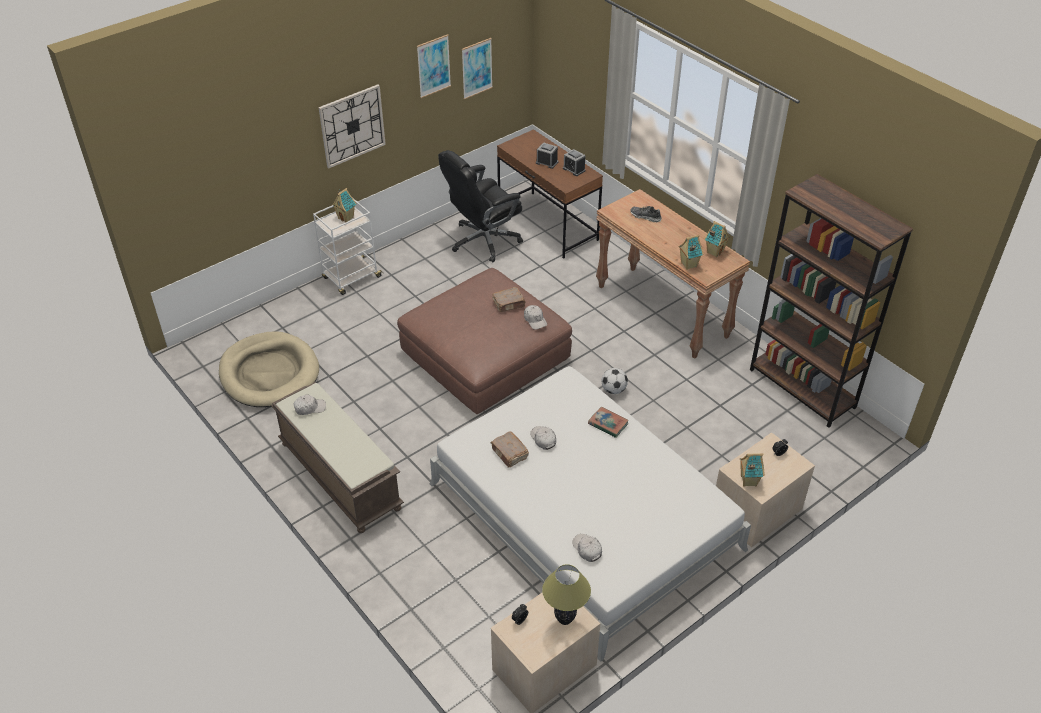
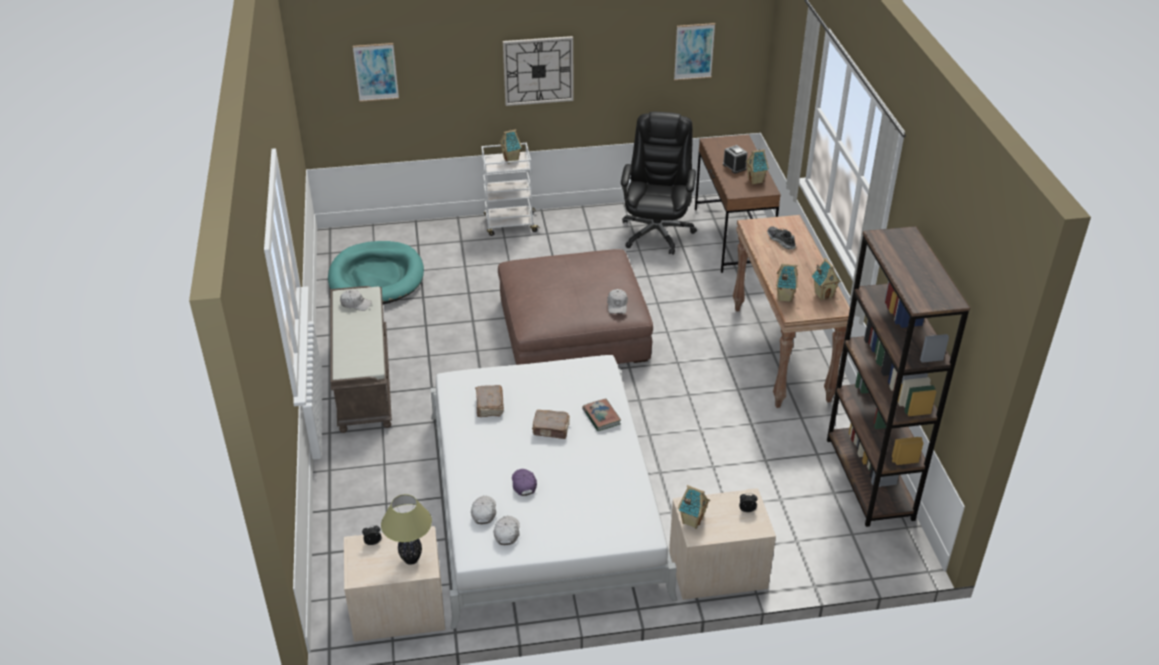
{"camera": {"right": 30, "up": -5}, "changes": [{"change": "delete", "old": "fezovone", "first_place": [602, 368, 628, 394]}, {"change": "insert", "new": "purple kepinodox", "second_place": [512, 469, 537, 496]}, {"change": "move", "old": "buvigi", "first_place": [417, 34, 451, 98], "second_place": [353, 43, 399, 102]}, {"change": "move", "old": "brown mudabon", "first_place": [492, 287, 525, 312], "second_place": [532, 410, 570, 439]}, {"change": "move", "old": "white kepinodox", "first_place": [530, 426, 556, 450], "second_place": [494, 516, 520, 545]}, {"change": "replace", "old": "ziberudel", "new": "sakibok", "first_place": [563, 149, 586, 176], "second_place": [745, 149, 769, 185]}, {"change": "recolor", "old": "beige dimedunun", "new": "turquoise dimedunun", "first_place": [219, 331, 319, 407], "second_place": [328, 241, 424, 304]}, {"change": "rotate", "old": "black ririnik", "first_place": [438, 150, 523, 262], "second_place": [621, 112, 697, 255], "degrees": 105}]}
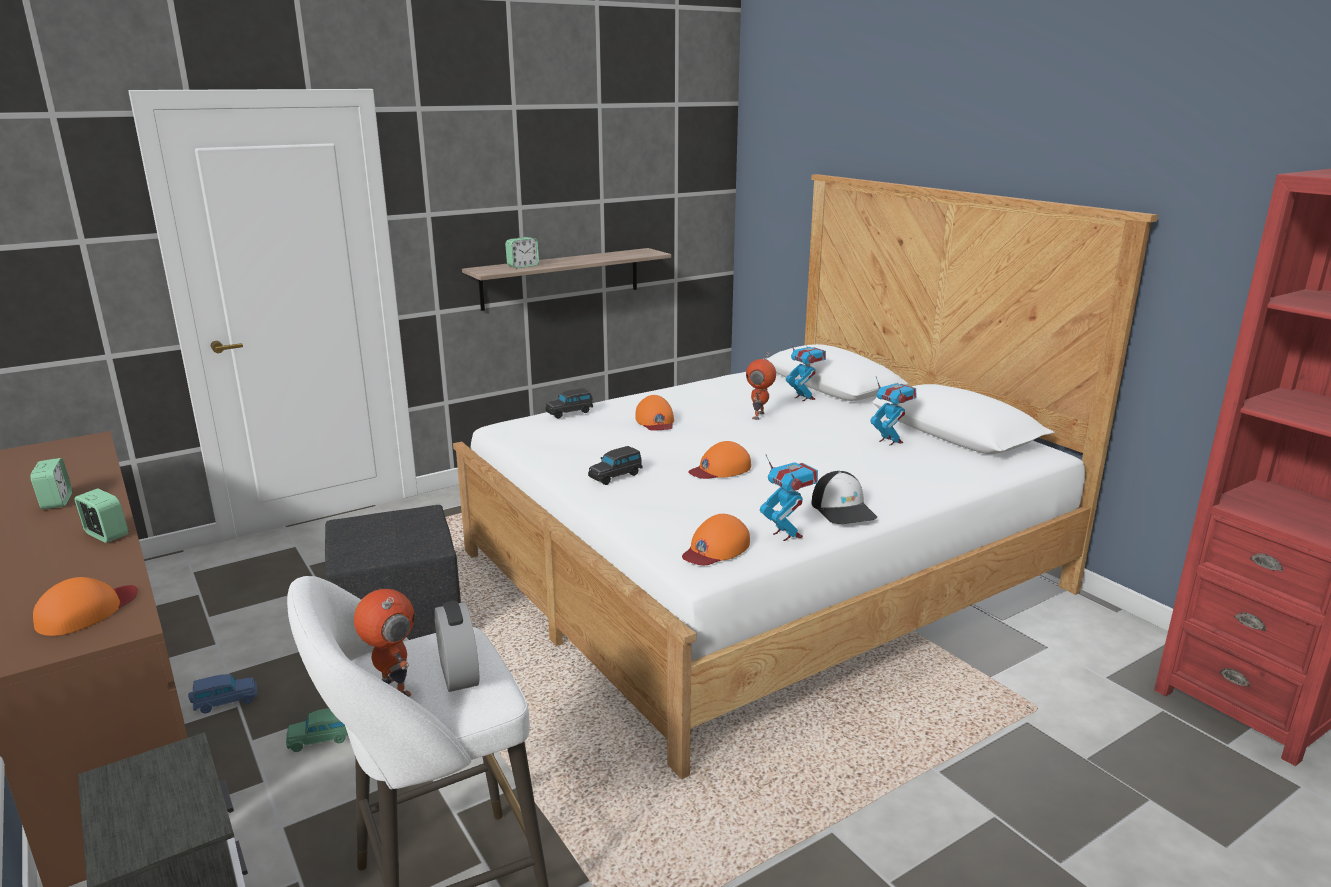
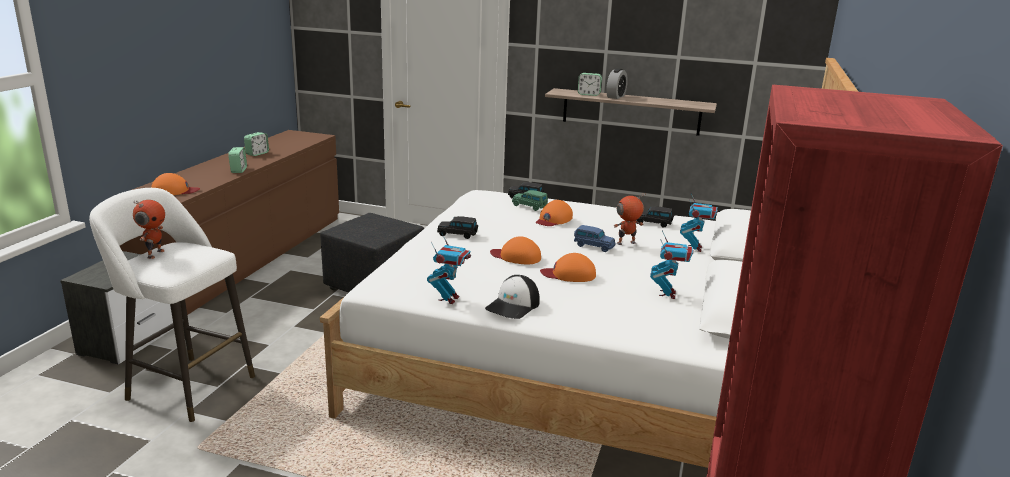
{"camera": {"right": 50, "up": 0}, "changes": [{"change": "insert", "new": "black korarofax", "second_place": [635, 206, 674, 227]}, {"change": "move", "old": "blue korarofax", "first_place": [188, 674, 257, 713], "second_place": [574, 225, 616, 252]}, {"change": "move", "old": "green korarofax", "first_place": [286, 708, 348, 752], "second_place": [512, 190, 548, 211]}, {"change": "move", "old": "ziberudel", "first_place": [434, 601, 479, 692], "second_place": [606, 68, 628, 99]}, {"change": "move", "old": "orange kepinodox", "first_place": [682, 514, 750, 565], "second_place": [540, 253, 596, 282]}]}
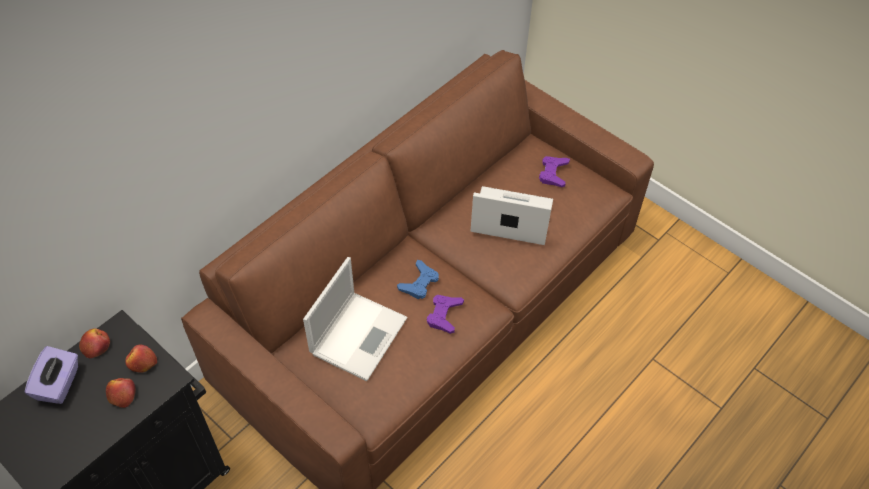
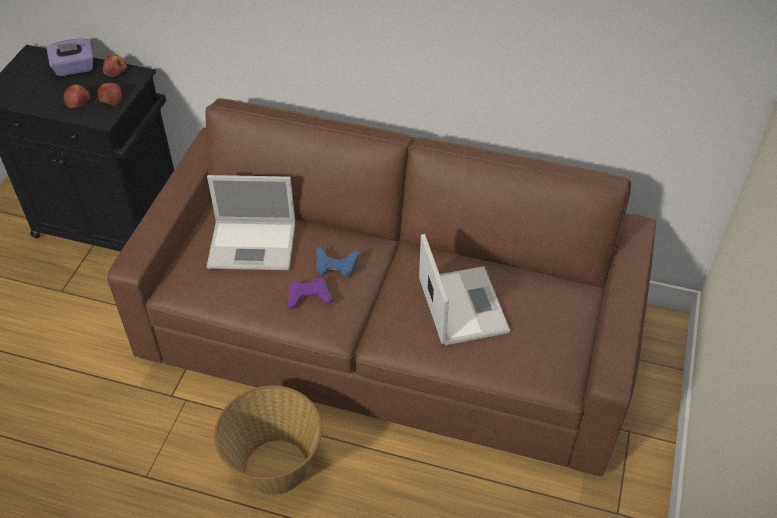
{"camera": {"right": 65, "up": -5}, "changes": [{"change": "delete", "old": "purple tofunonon", "first_place": [539, 156, 570, 187]}, {"change": "insert", "new": "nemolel", "second_place": [214, 385, 322, 495]}]}
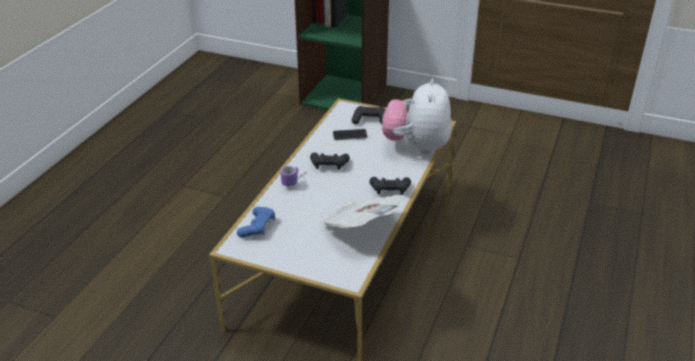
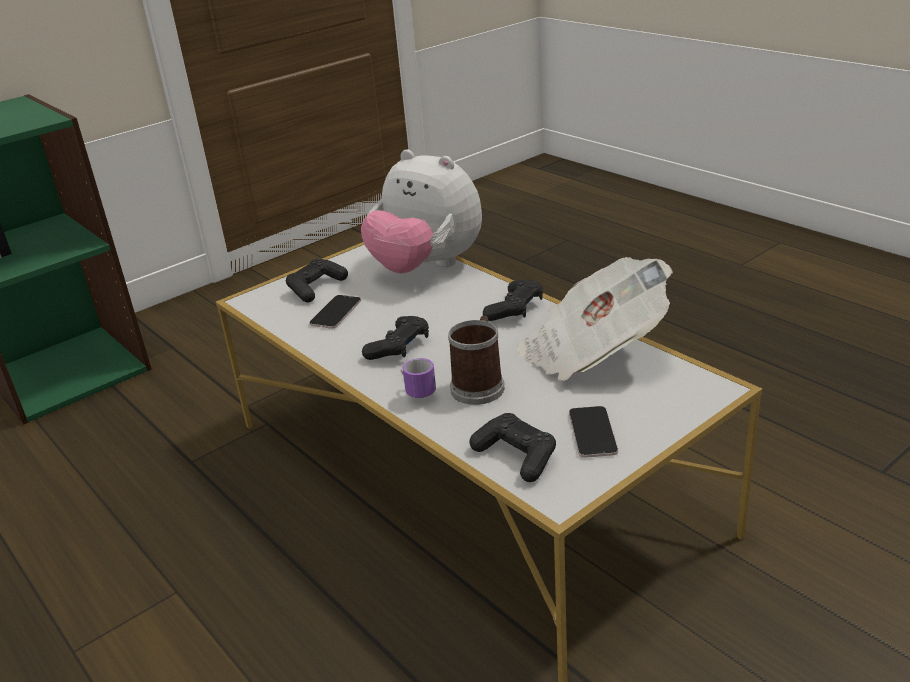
{"camera": {"right": -60, "up": -5}, "changes": [{"change": "insert", "new": "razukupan", "second_place": [448, 315, 504, 405]}, {"change": "insert", "new": "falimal", "second_place": [569, 406, 618, 458]}, {"change": "recolor", "old": "blue tofunonon", "new": "black tofunonon", "first_place": [237, 207, 275, 237], "second_place": [469, 413, 556, 482]}]}
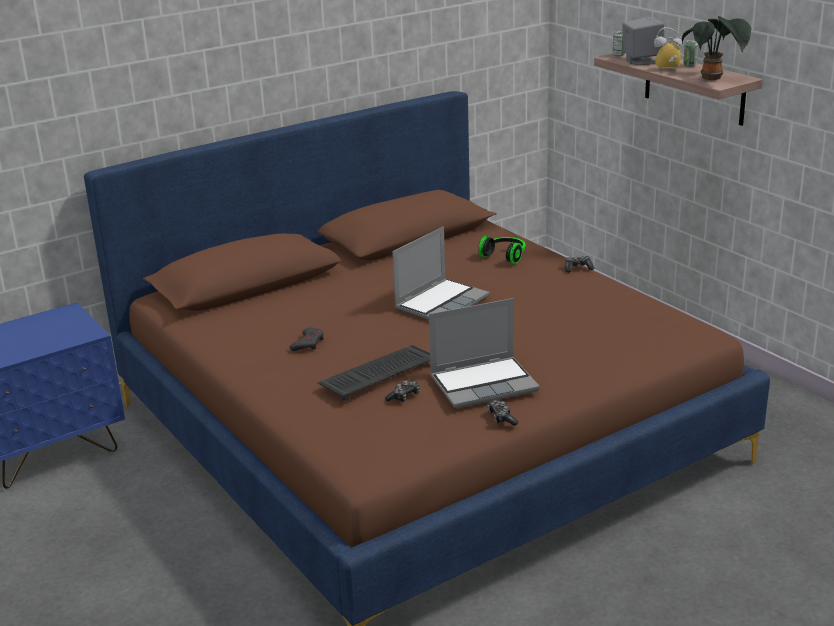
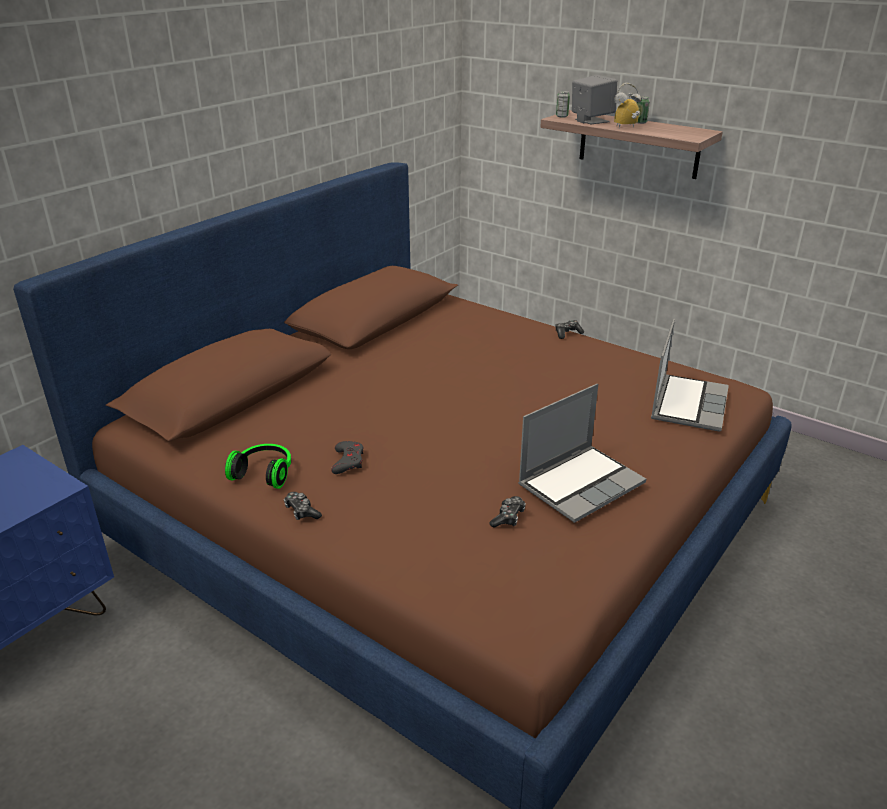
{"camera": {"right": -20, "up": 5}, "changes": [{"change": "delete", "old": "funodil", "first_place": [318, 345, 430, 401]}, {"change": "delete", "old": "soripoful", "first_place": [682, 16, 751, 80]}, {"change": "move", "old": "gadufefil", "first_place": [392, 226, 490, 320], "second_place": [651, 319, 729, 431]}, {"change": "move", "old": "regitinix", "first_place": [478, 236, 526, 264], "second_place": [225, 444, 291, 489]}, {"change": "move", "old": "tofunonon", "first_place": [488, 400, 518, 426], "second_place": [284, 492, 322, 520]}]}
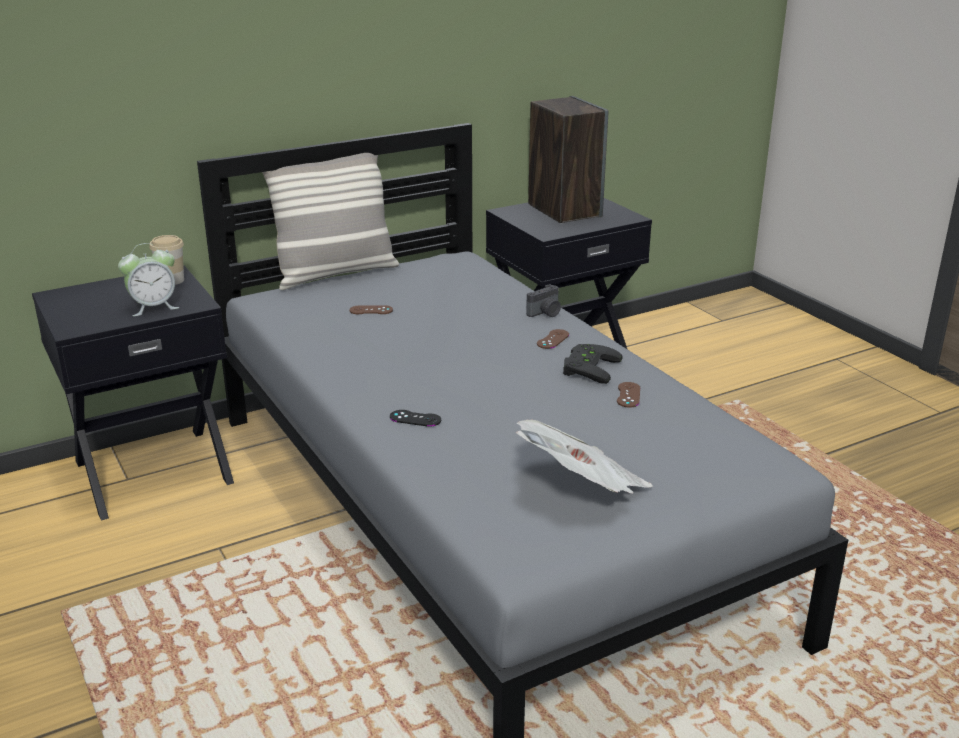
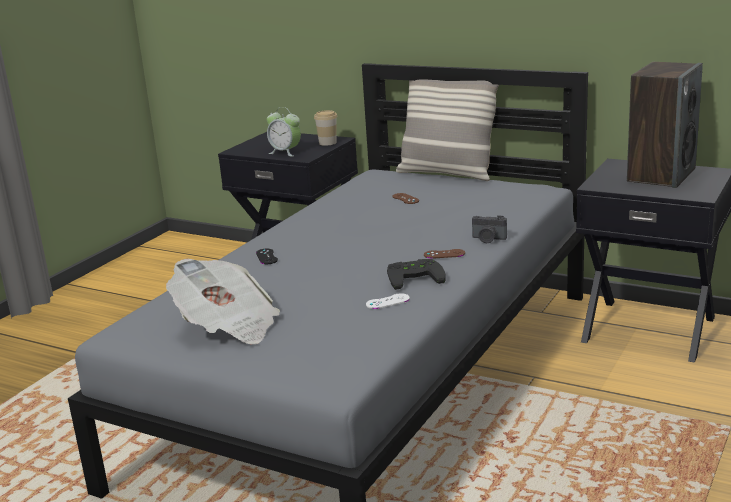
{"camera": {"right": 60, "up": -5}, "changes": [{"change": "recolor", "old": "brown tofunonon", "new": "white tofunonon", "first_place": [617, 382, 640, 408], "second_place": [366, 293, 410, 309]}]}
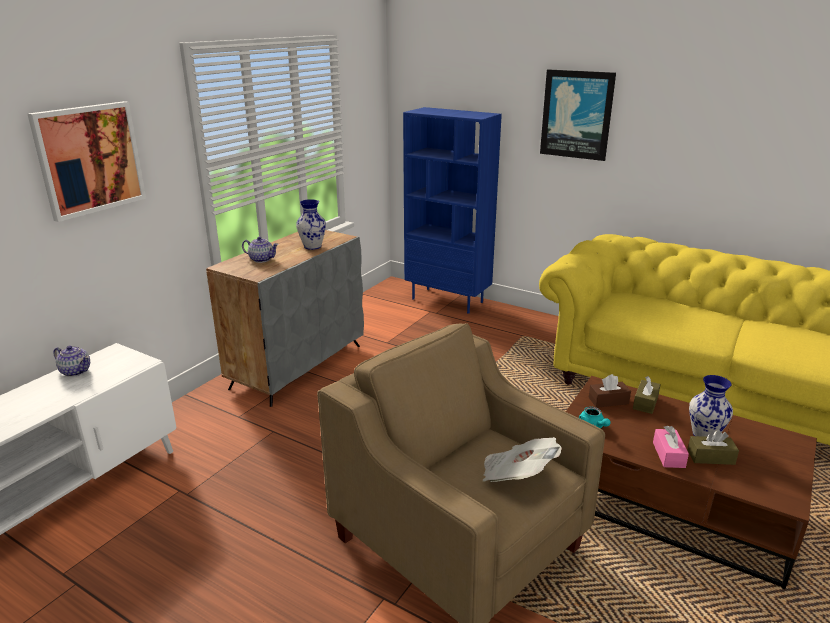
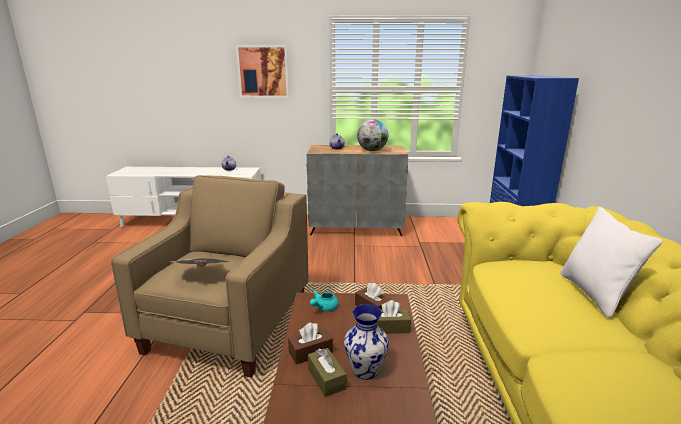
{"camera": {"right": 60, "up": -5}, "changes": [{"change": "delete", "old": "buvigi", "first_place": [540, 69, 616, 161]}, {"change": "insert", "new": "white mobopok", "second_place": [560, 207, 663, 318]}, {"change": "replace", "old": "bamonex", "new": "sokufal", "first_place": [296, 199, 326, 250], "second_place": [357, 119, 388, 151]}, {"change": "recolor", "old": "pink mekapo", "new": "brown mekapo", "first_place": [653, 426, 689, 468], "second_place": [288, 322, 333, 364]}]}
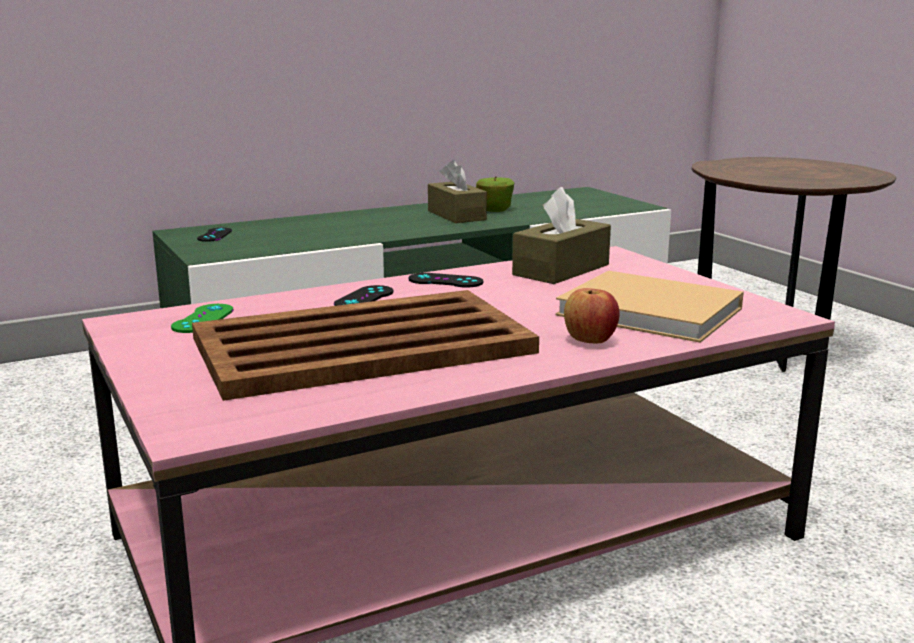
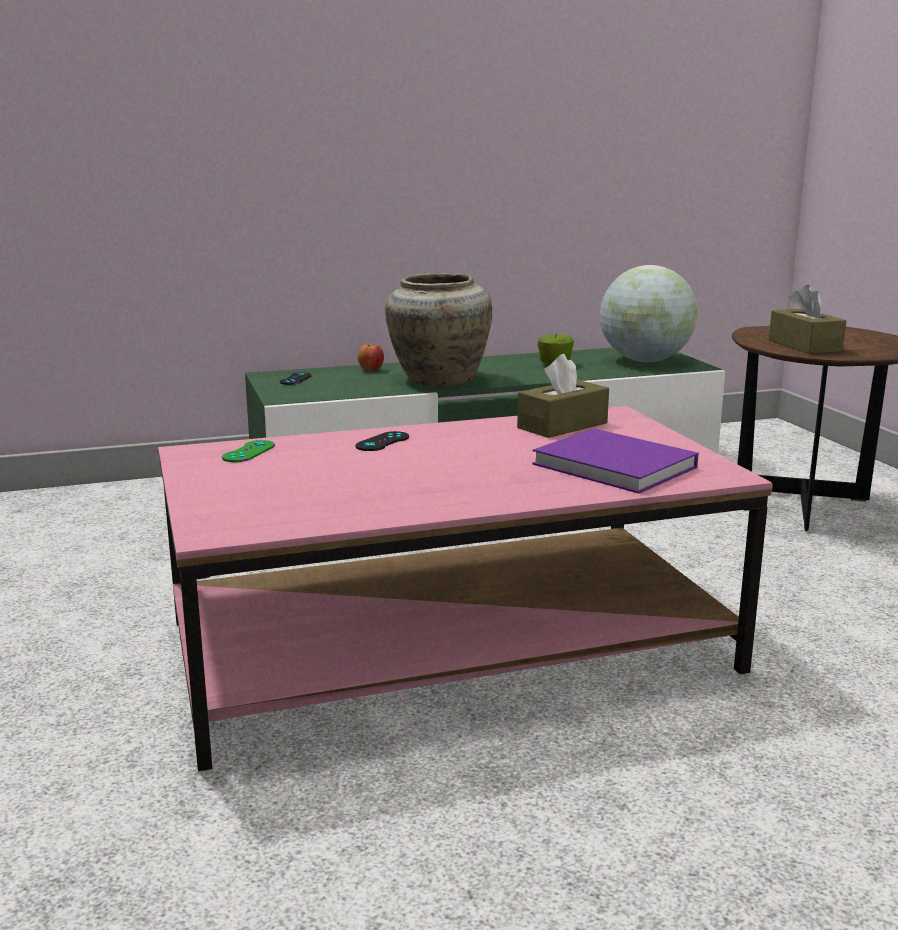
{"camera": {"right": 10, "up": 0}, "changes": [{"change": "delete", "old": "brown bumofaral", "first_place": [192, 290, 539, 401]}, {"change": "delete", "old": "black tofunonon", "first_place": [409, 273, 484, 288]}, {"change": "insert", "new": "beige bamonex", "second_place": [385, 273, 492, 386]}, {"change": "insert", "new": "sokufal", "second_place": [600, 265, 697, 362]}, {"change": "move", "old": "brown mekapo", "first_place": [428, 160, 487, 223], "second_place": [769, 285, 846, 354]}, {"change": "move", "old": "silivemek", "first_place": [564, 288, 619, 343], "second_place": [358, 344, 384, 371]}, {"change": "recolor", "old": "beige mudabon", "new": "purple mudabon", "first_place": [555, 271, 744, 343], "second_place": [532, 429, 699, 494]}]}
